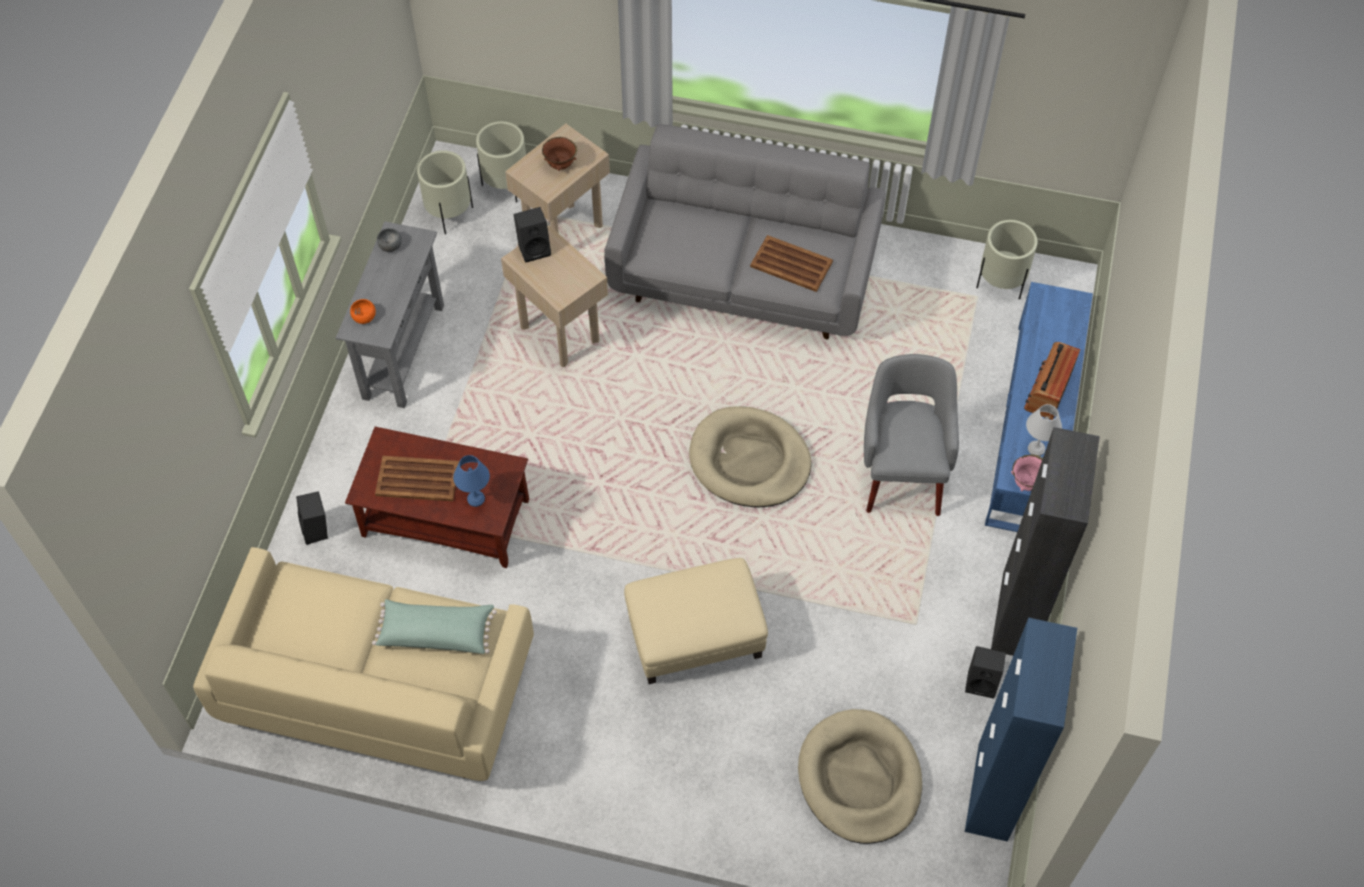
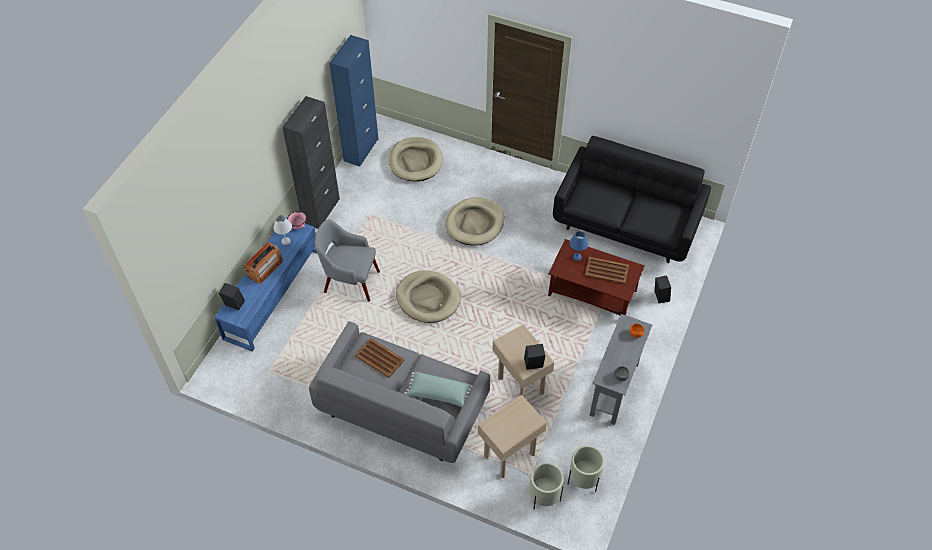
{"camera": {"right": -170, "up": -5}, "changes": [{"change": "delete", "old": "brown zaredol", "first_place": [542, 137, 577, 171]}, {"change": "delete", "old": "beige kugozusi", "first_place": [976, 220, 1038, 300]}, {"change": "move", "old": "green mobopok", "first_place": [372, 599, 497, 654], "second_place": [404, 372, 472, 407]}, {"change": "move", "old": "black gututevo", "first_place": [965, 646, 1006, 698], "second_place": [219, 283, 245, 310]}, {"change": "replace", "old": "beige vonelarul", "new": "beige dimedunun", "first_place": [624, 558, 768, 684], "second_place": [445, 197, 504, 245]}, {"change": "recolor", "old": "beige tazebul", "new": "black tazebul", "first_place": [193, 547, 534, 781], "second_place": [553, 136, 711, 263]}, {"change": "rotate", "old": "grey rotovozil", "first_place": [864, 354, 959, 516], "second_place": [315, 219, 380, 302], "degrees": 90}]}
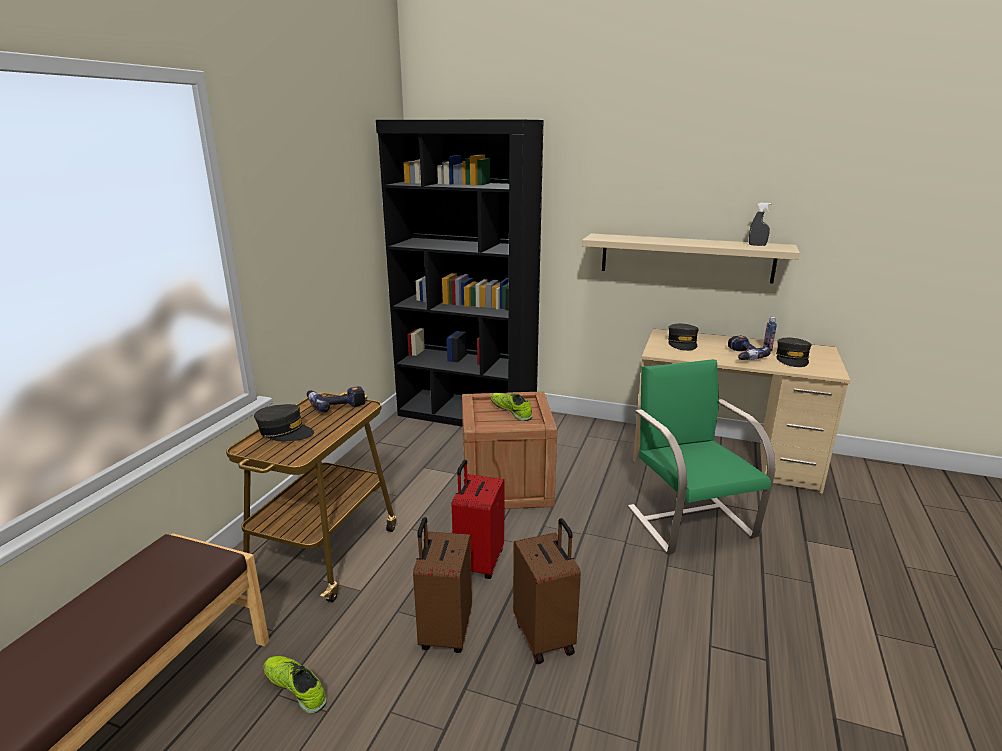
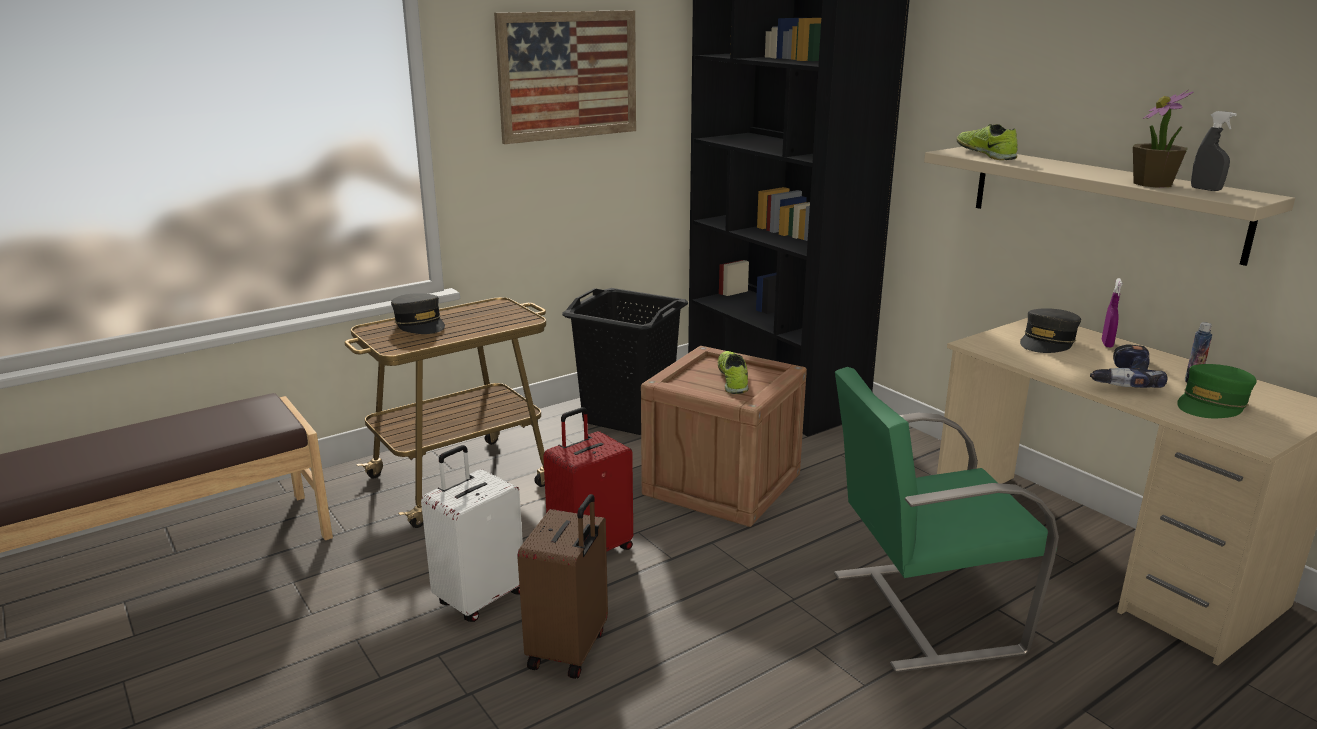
{"camera": {"right": 35, "up": 0}, "changes": [{"change": "delete", "old": "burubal", "first_place": [307, 386, 365, 413]}, {"change": "insert", "new": "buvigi", "second_place": [494, 10, 636, 144]}, {"change": "insert", "new": "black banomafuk", "second_place": [562, 288, 688, 435]}, {"change": "insert", "new": "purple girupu", "second_place": [1102, 278, 1123, 348]}, {"change": "insert", "new": "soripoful", "second_place": [1133, 90, 1194, 188]}, {"change": "move", "old": "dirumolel", "first_place": [263, 656, 327, 714], "second_place": [956, 124, 1017, 160]}, {"change": "recolor", "old": "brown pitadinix", "new": "white pitadinix", "first_place": [413, 517, 472, 653], "second_place": [421, 445, 523, 622]}, {"change": "recolor", "old": "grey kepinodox", "new": "green kepinodox", "first_place": [776, 338, 812, 367], "second_place": [1177, 364, 1257, 418]}, {"change": "rotate", "old": "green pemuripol", "first_place": [627, 359, 776, 554], "second_place": [834, 367, 1059, 673], "degrees": -120}]}
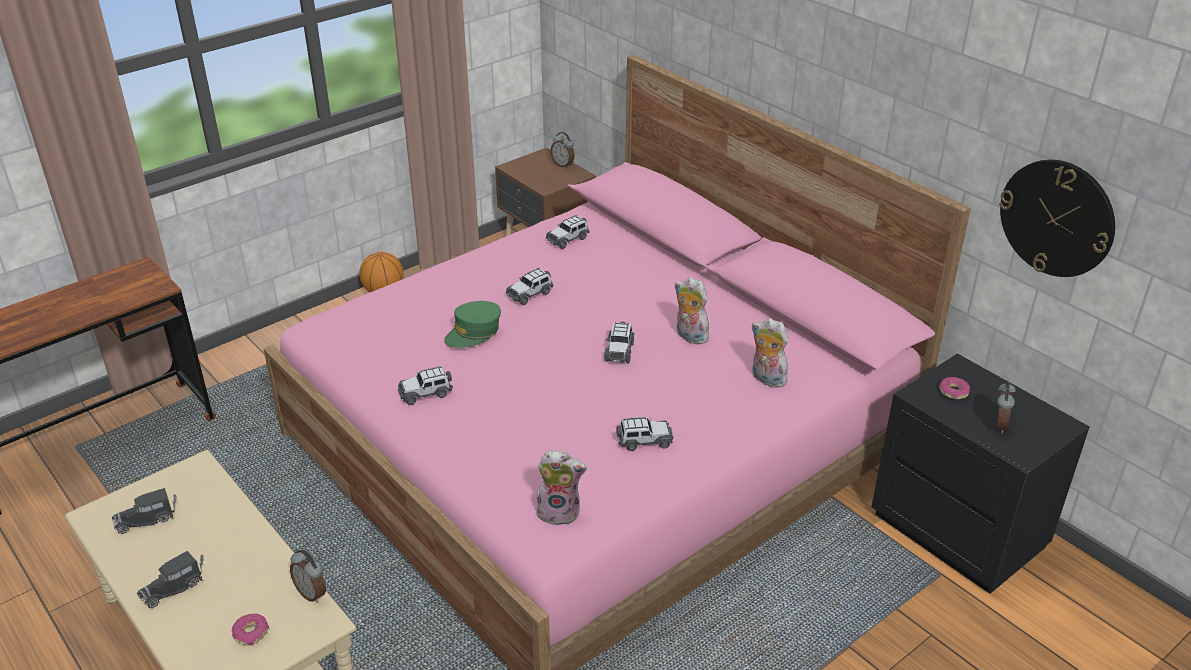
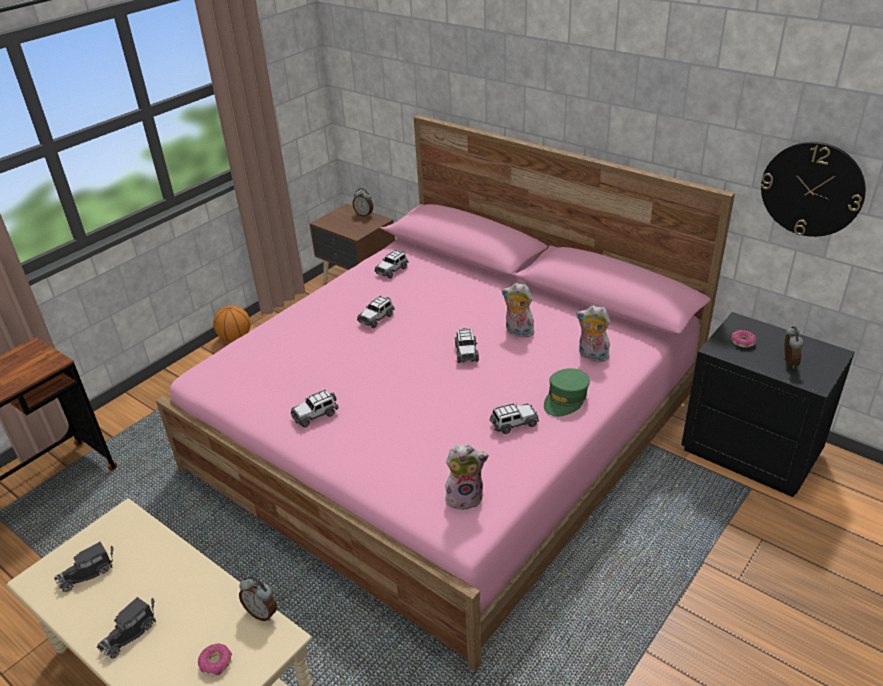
{"camera": {"right": -10, "up": 0}, "changes": [{"change": "move", "old": "green kepinodox", "first_place": [444, 301, 501, 348], "second_place": [544, 368, 590, 417]}]}
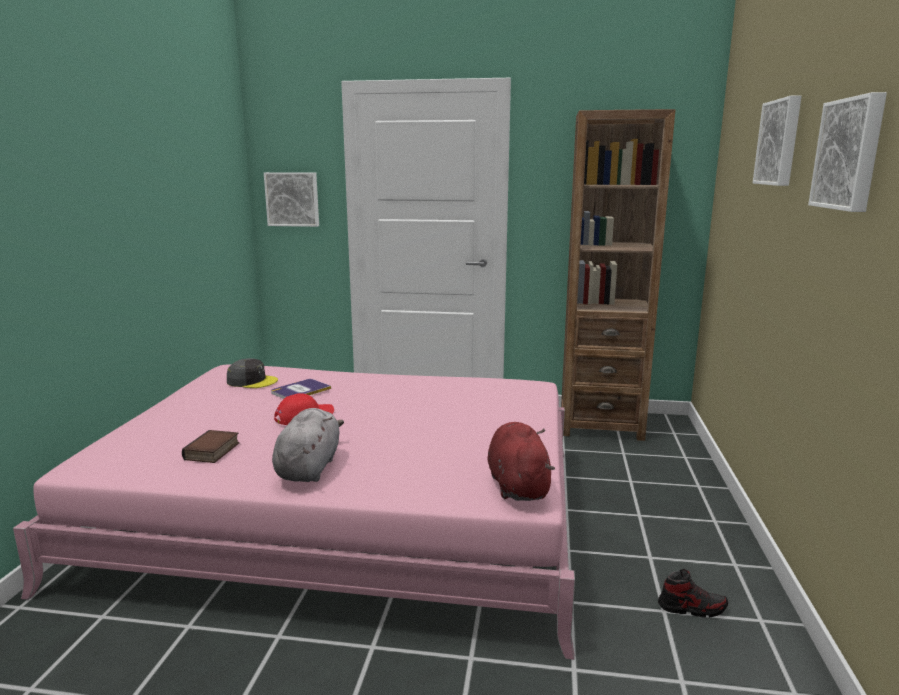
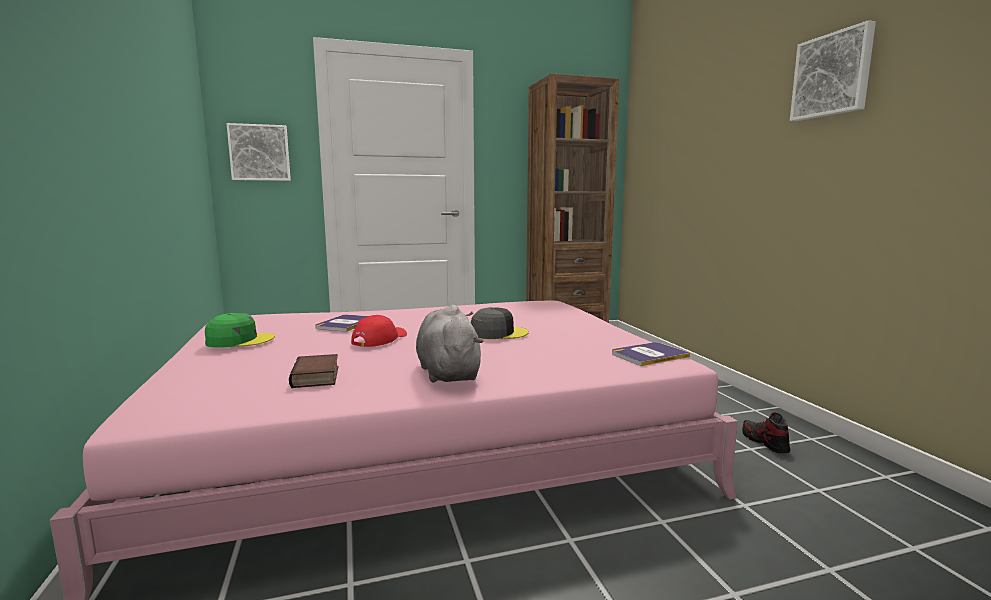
{"camera": {"right": -25, "up": -5}, "changes": [{"change": "delete", "old": "buvigi", "first_place": [753, 95, 802, 186]}, {"change": "insert", "new": "green kepinodox", "second_place": [205, 313, 275, 348]}, {"change": "move", "old": "grey kepinodox", "first_place": [227, 358, 278, 388], "second_place": [471, 307, 529, 339]}, {"change": "replace", "old": "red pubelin", "new": "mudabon", "first_place": [487, 422, 555, 501], "second_place": [612, 342, 690, 366]}, {"change": "rotate", "old": "dirumolel", "first_place": [658, 569, 728, 618], "second_place": [742, 412, 790, 453], "degrees": -90}]}
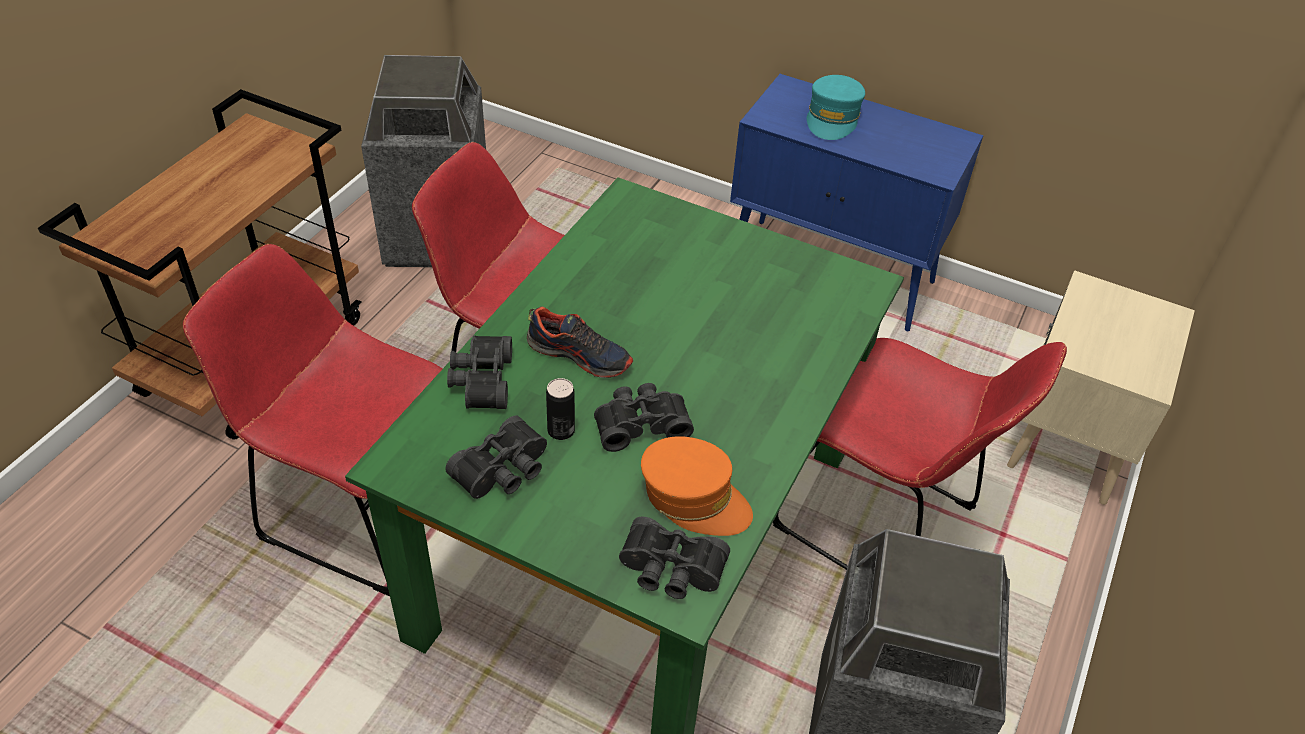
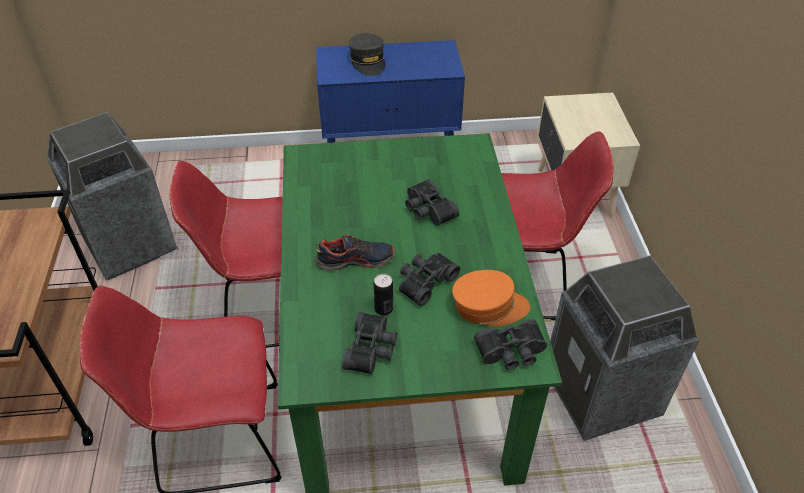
{"camera": {"right": -30, "up": 0}, "changes": [{"change": "move", "old": "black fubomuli", "first_place": [447, 335, 512, 409], "second_place": [405, 179, 459, 226]}, {"change": "recolor", "old": "turquoise kepinodox", "new": "grey kepinodox", "first_place": [807, 75, 865, 140], "second_place": [349, 33, 386, 76]}]}
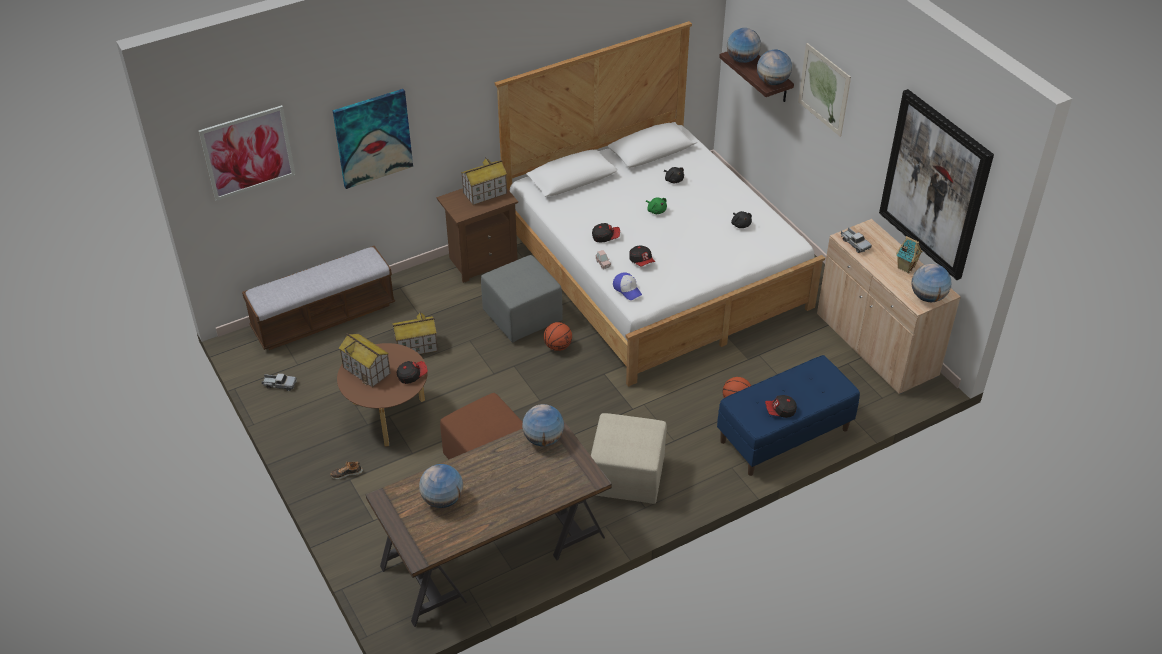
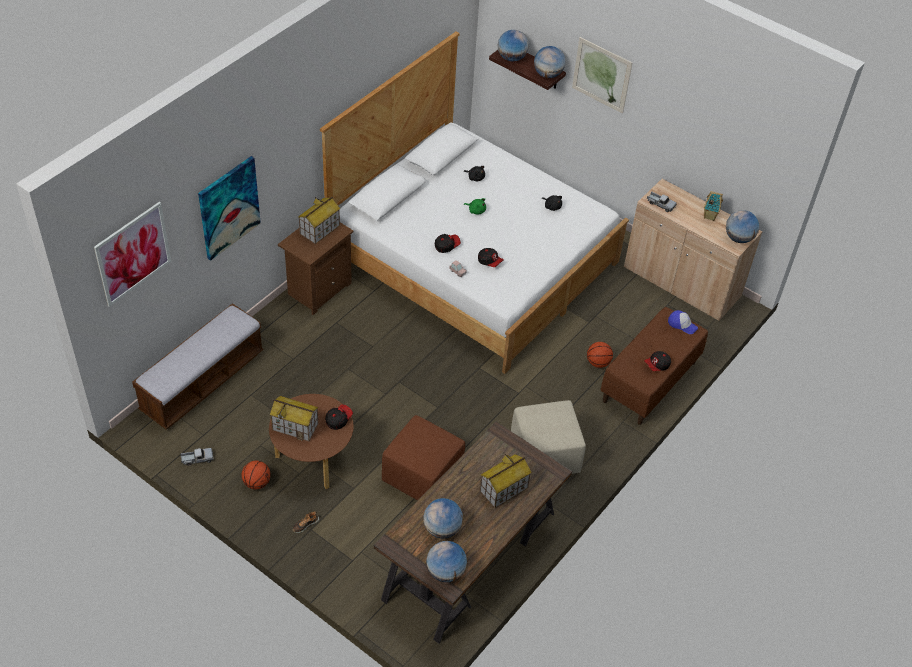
{"camera": {"right": -25, "up": 5}, "changes": [{"change": "delete", "old": "grey vonelarul", "first_place": [481, 255, 563, 343]}, {"change": "delete", "old": "buvigi", "first_place": [879, 89, 994, 280]}, {"change": "move", "old": "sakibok", "first_place": [392, 312, 438, 354], "second_place": [480, 454, 532, 508]}, {"change": "move", "old": "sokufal", "first_place": [522, 404, 564, 446], "second_place": [426, 541, 467, 582]}, {"change": "move", "old": "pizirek", "first_place": [544, 322, 572, 351], "second_place": [242, 461, 271, 489]}, {"change": "move", "old": "kepinodox", "first_place": [613, 272, 642, 300], "second_place": [668, 310, 698, 334]}, {"change": "recolor", "old": "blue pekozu", "new": "brown pekozu", "first_place": [717, 355, 860, 476], "second_place": [601, 307, 708, 425]}]}
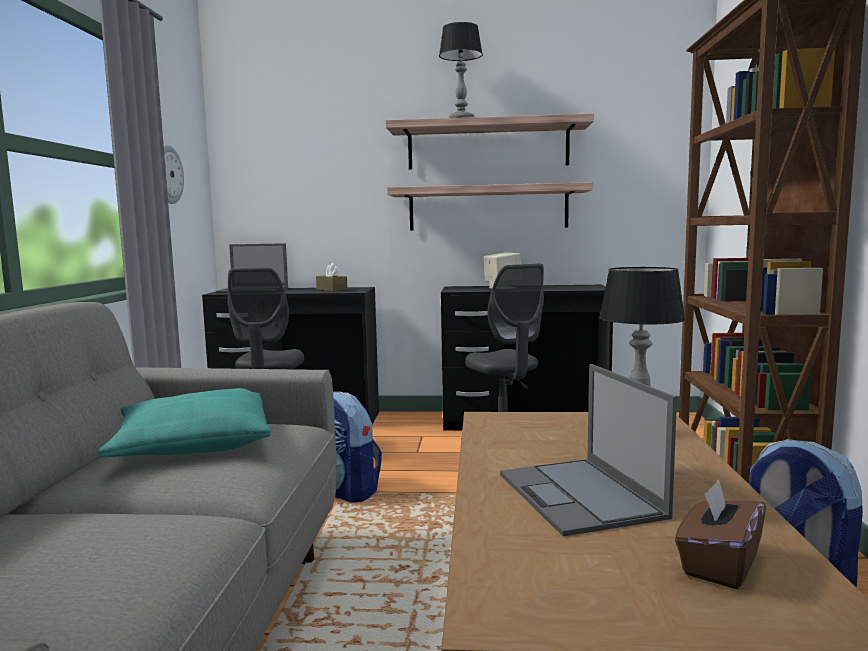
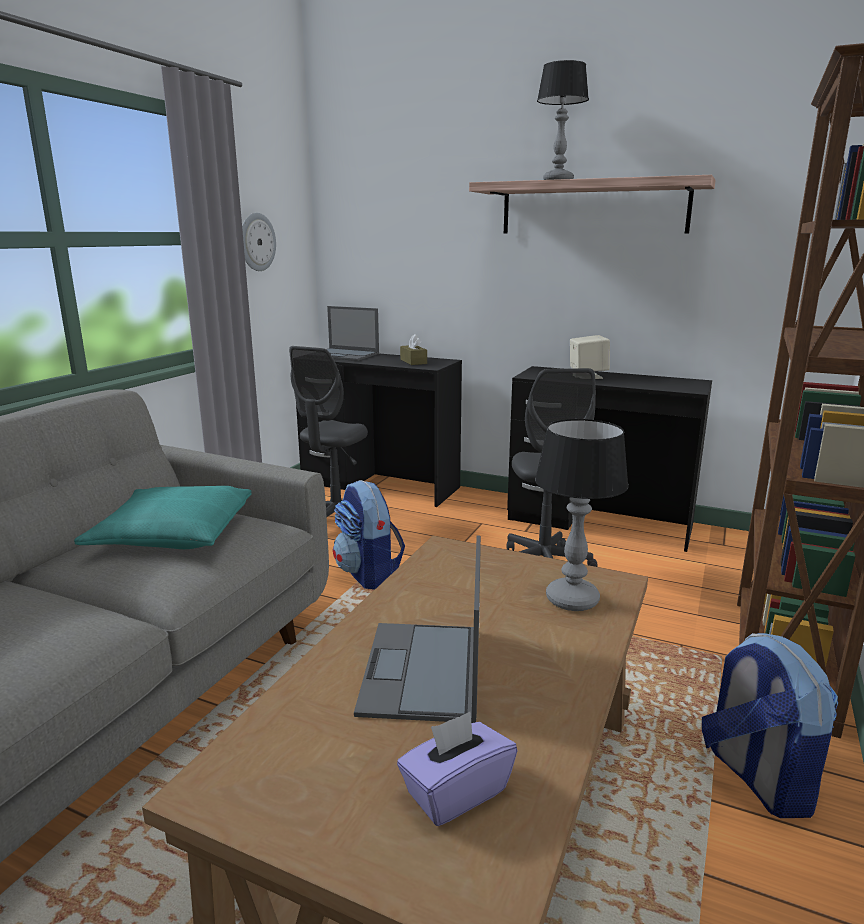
{"camera": {"right": 20, "up": 10}, "changes": [{"change": "delete", "old": "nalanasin", "first_place": [387, 182, 593, 230]}, {"change": "recolor", "old": "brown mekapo", "new": "purple mekapo", "first_place": [675, 479, 766, 589], "second_place": [397, 712, 517, 826]}]}
